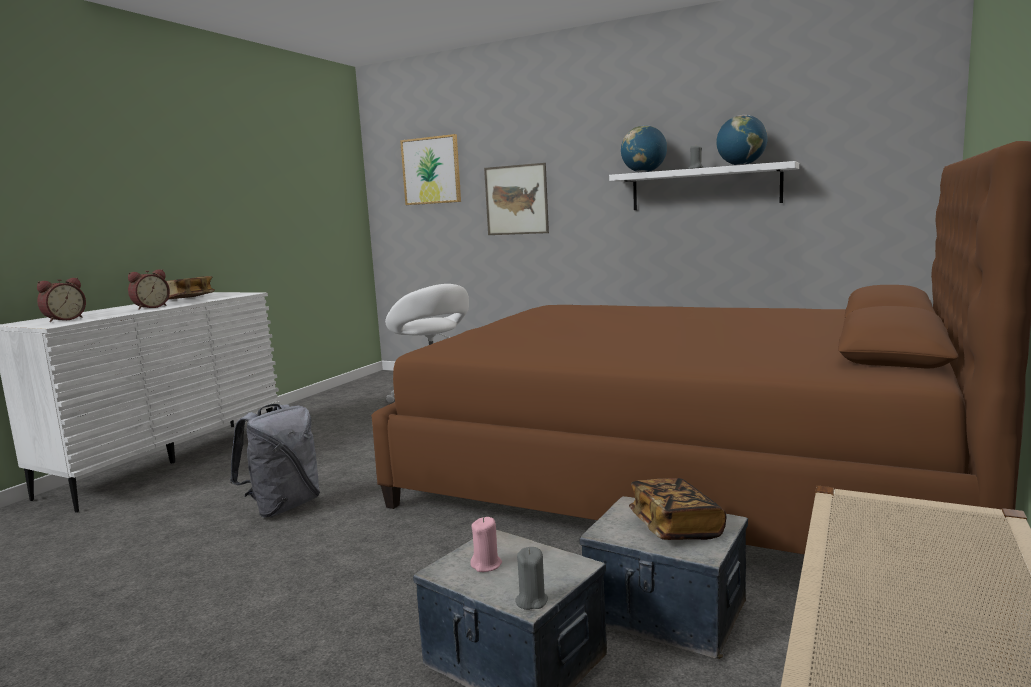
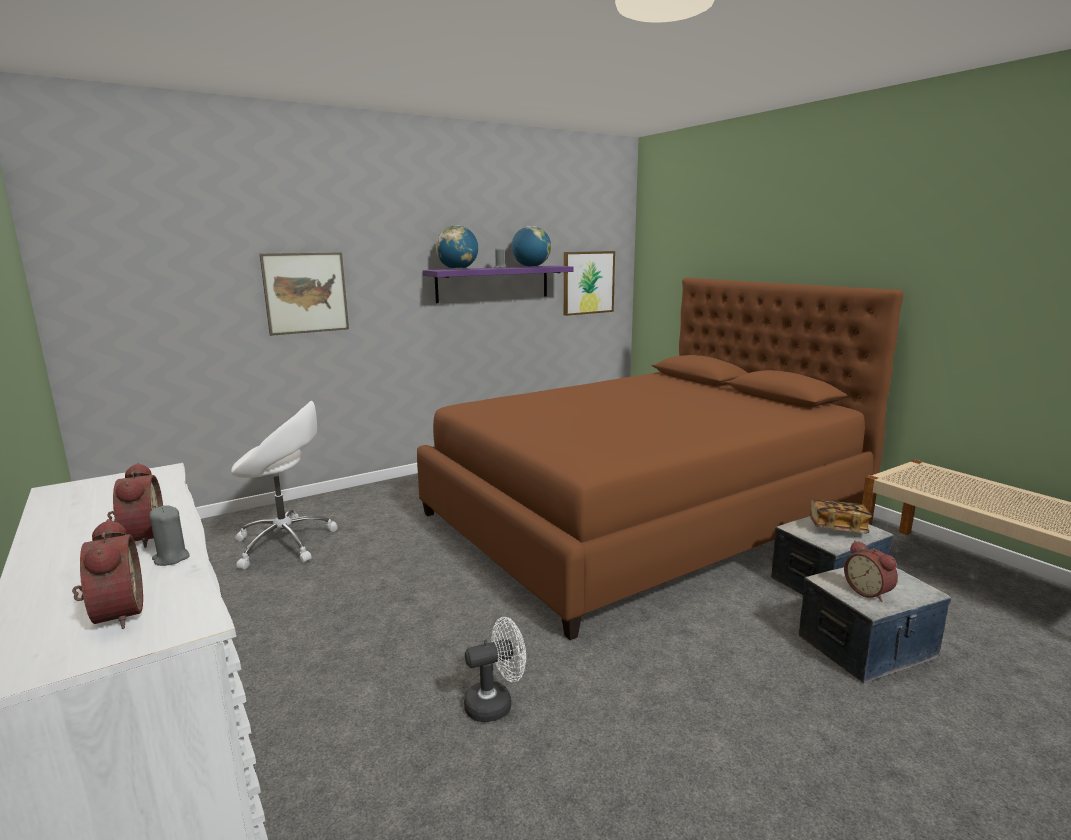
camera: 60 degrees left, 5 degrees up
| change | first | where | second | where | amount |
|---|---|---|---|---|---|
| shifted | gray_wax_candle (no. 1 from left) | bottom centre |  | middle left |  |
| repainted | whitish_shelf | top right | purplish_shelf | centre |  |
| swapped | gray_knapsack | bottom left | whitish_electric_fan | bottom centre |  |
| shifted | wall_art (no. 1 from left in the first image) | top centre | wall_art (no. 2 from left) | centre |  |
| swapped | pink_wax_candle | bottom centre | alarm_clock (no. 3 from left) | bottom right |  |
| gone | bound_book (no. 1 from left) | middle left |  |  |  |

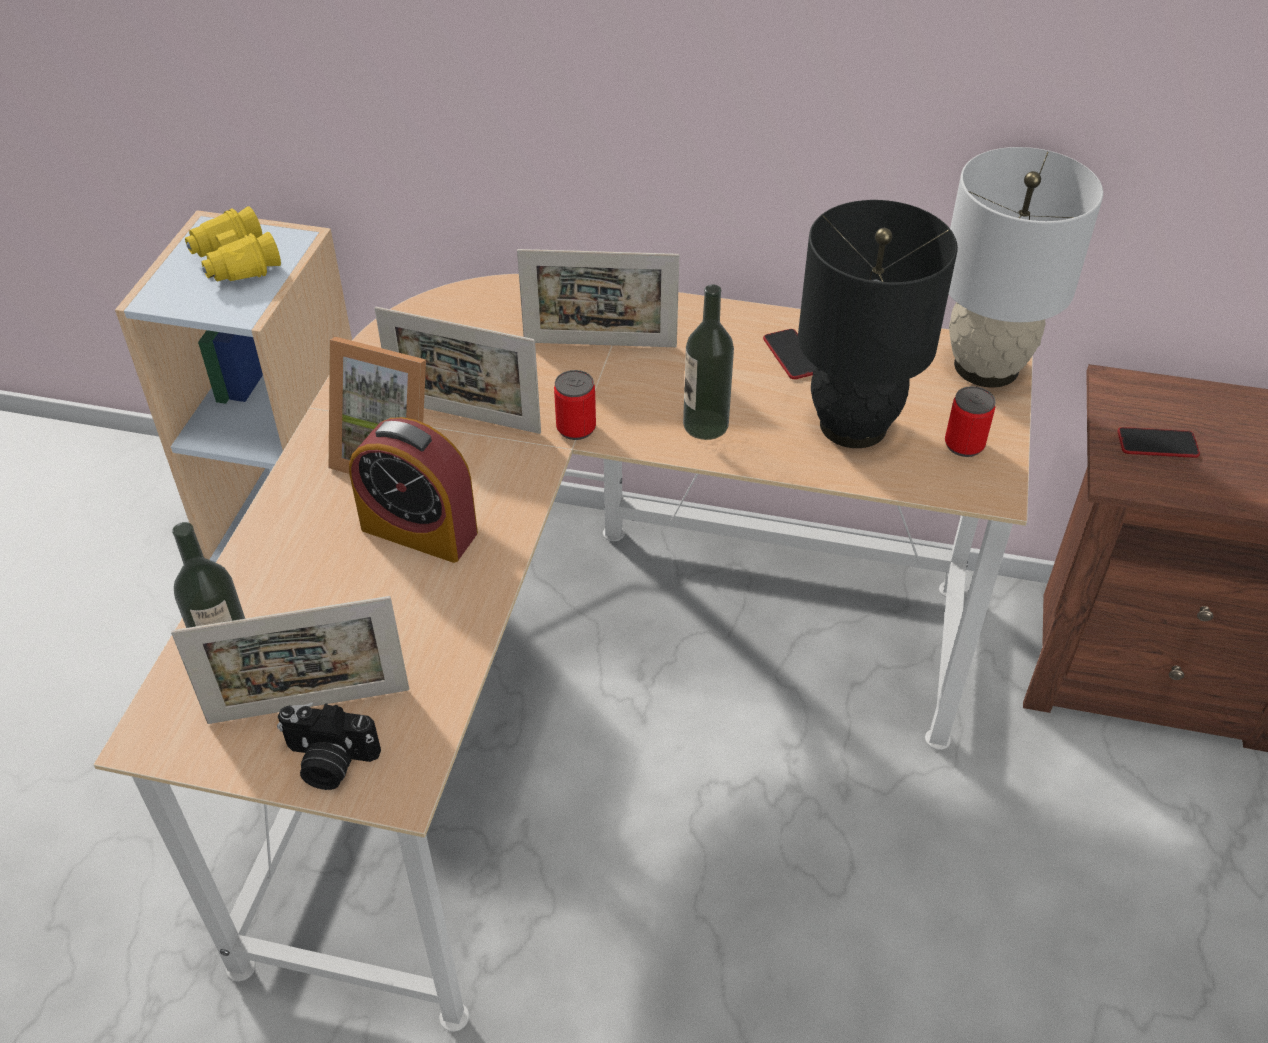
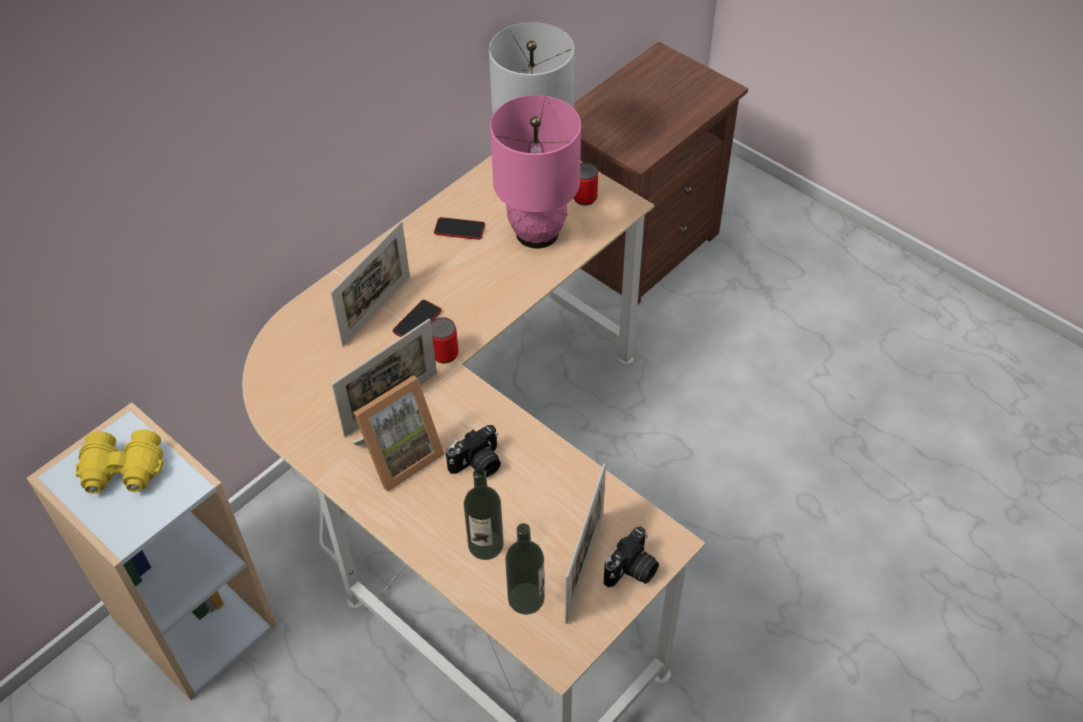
camera: 60 degrees left, 5 degrees up
| change | first | where | second | where | amount |
|---|---|---|---|---|---|
| shifted | handset (no. 2 from left in the first image) | middle right | handset (no. 1 from left) | centre |  |
| swapped | alarm_clock | middle left | still_camera (no. 1 from left) | centre |  |
| shifted | drink_bottle (no. 2 from left in the first image) | centre | drink_bottle (no. 1 from left) | bottom centre |  |
| repainted | blackish_table_lamp | top right | pink_table_lamp | top centre |  |

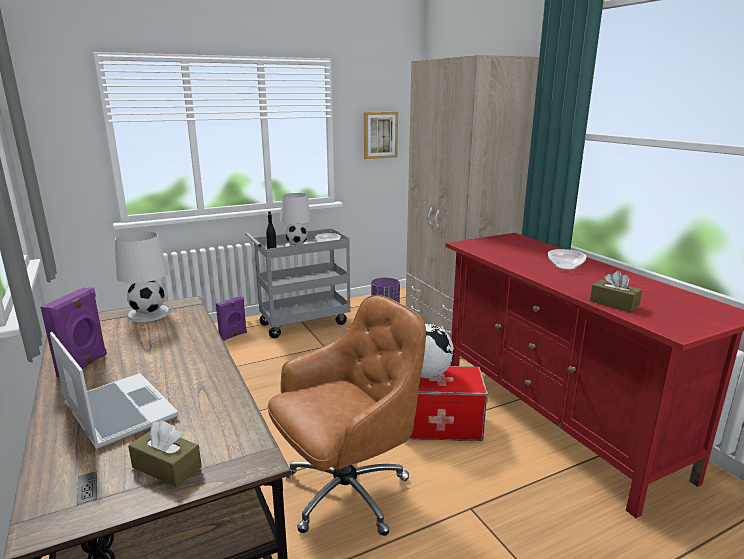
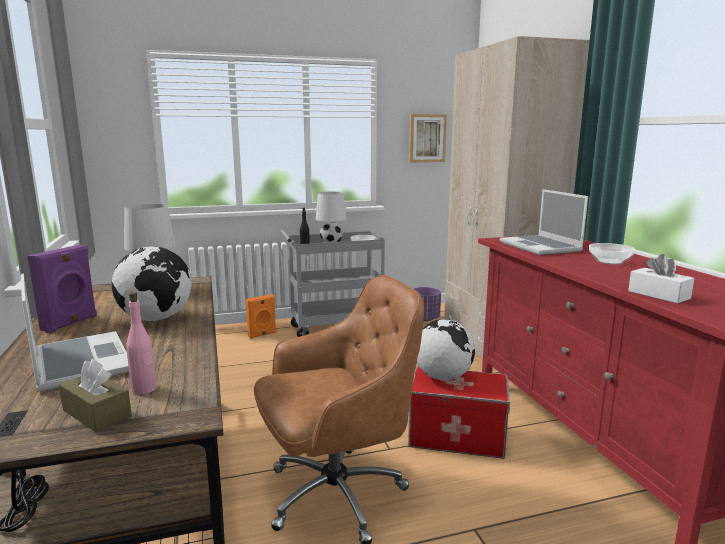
camera: 10 degrees right, 5 degrees down
| change | first | where | second | where | amount |
|---|---|---|---|---|---|
| new |  |  | world_globe (no. 1 from left) | middle left |  |
| new |  |  | pink_drink_bottle | middle left |  |
| repainted | purplish_audio_speaker (no. 2 from left) | middle left | orange_audio_speaker | centre |  |
| new |  |  | notebook_computer (no. 2 from left) | middle right |  |
| repainted | brown_tissue_holder (no. 2 from left) | middle right | whitish_tissue_holder | middle right |  |

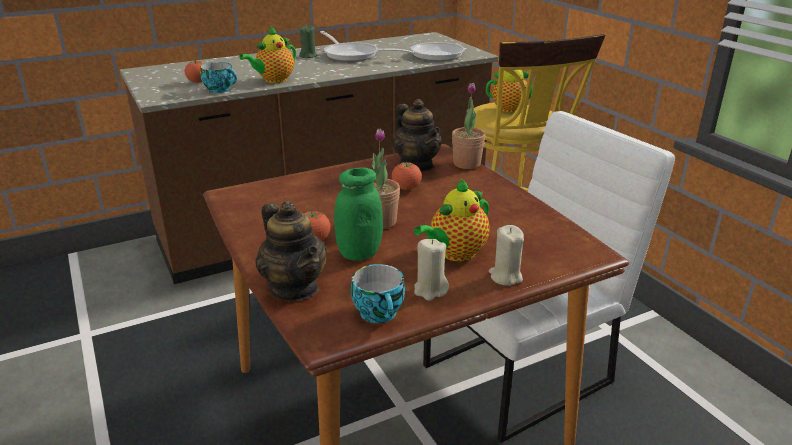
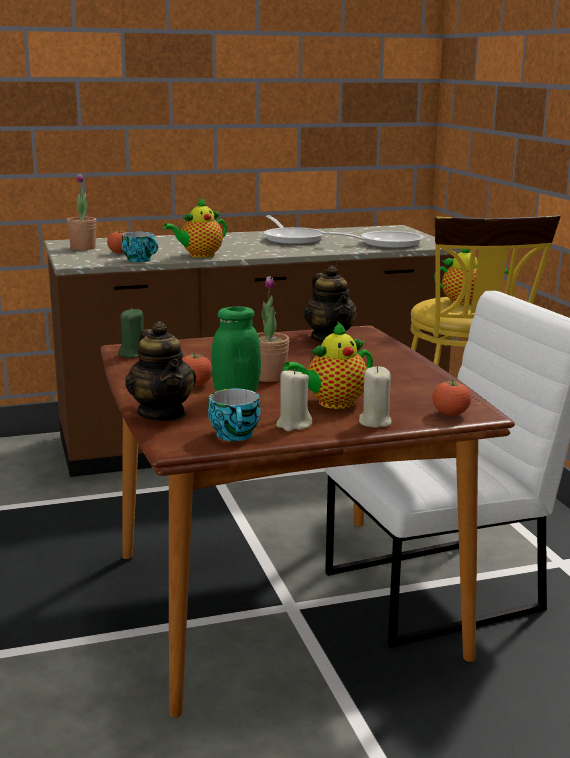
camera: 10 degrees right, 10 degrees down
| change | first | where | second | where | amount |
|---|---|---|---|---|---|
| shifted | potted_plant (no. 2 from left in the first image) | top centre | potted_plant (no. 1 from left) | top left |  |
| shifted | green_wax_candle | top centre |  | middle left |  |
| shifted | whole_tomato (no. 3 from left) | centre |  | middle right |  |

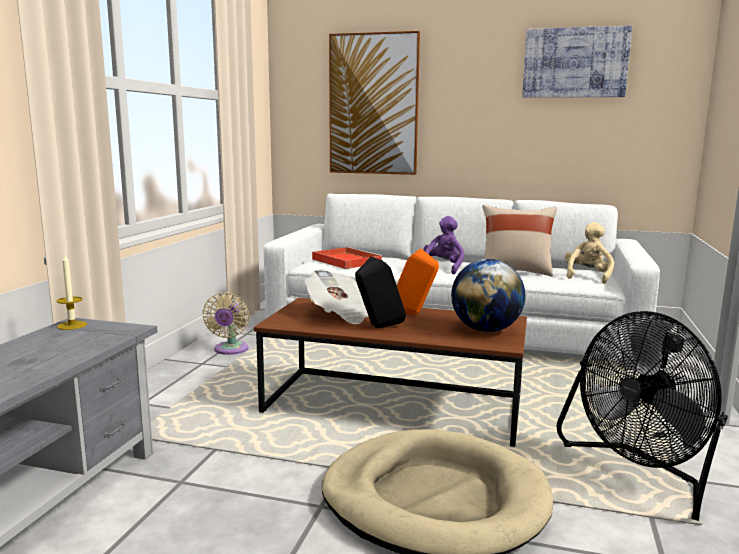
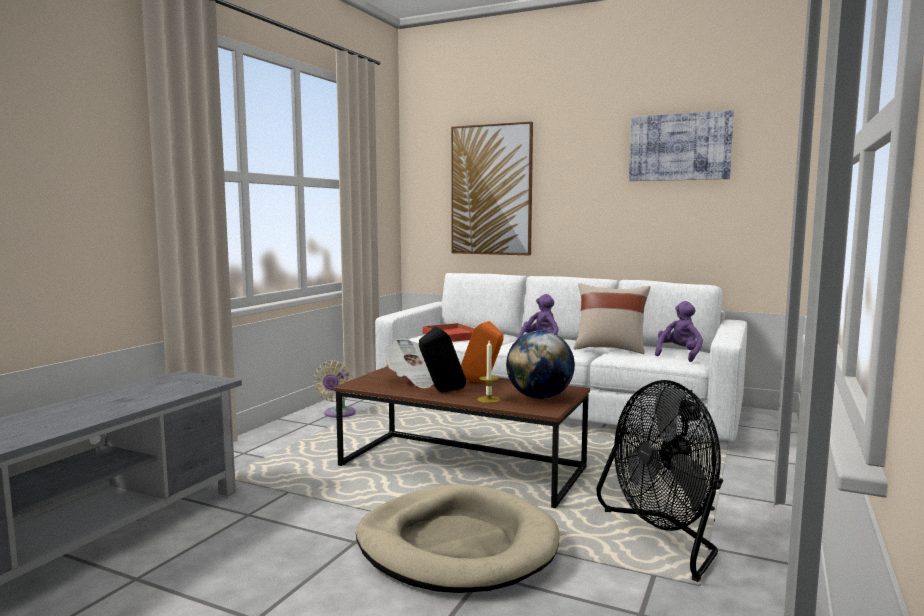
camera: 10 degrees right, 5 degrees down
| change | first | where | second | where | amount |
|---|---|---|---|---|---|
| shifted | wax_candle | middle left |  | centre |  |
| repainted | sand-coloured_plush_toy | middle right | purplish_plush_toy (no. 2 from left) | middle right |  |

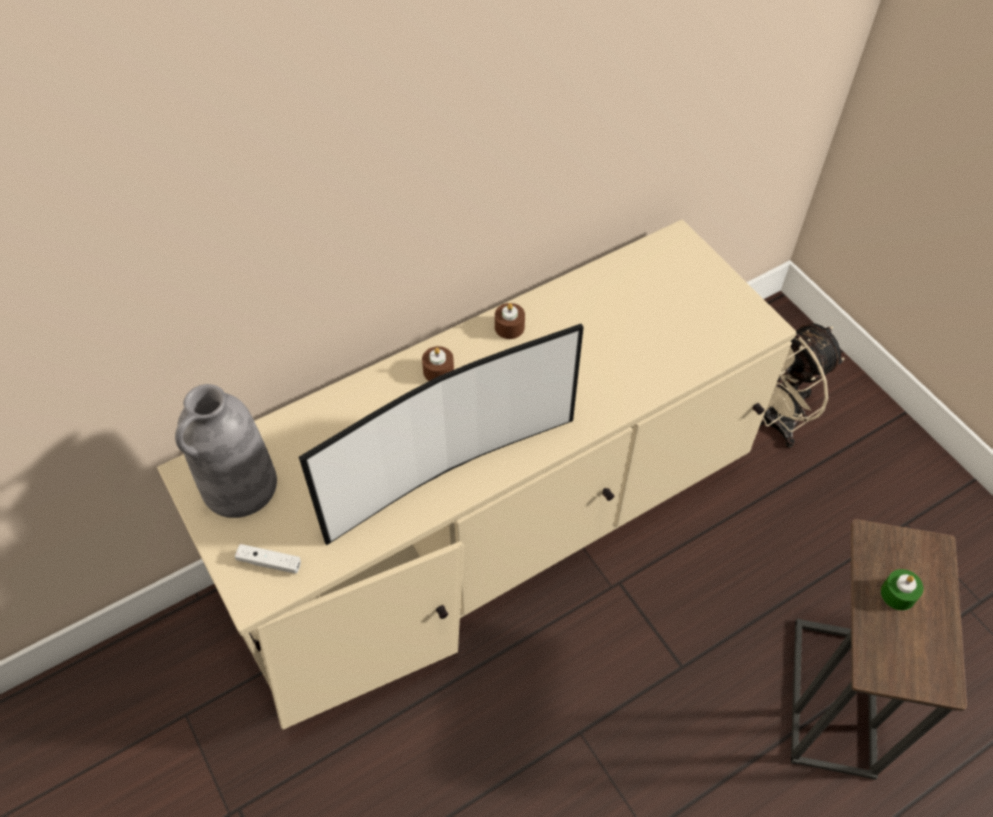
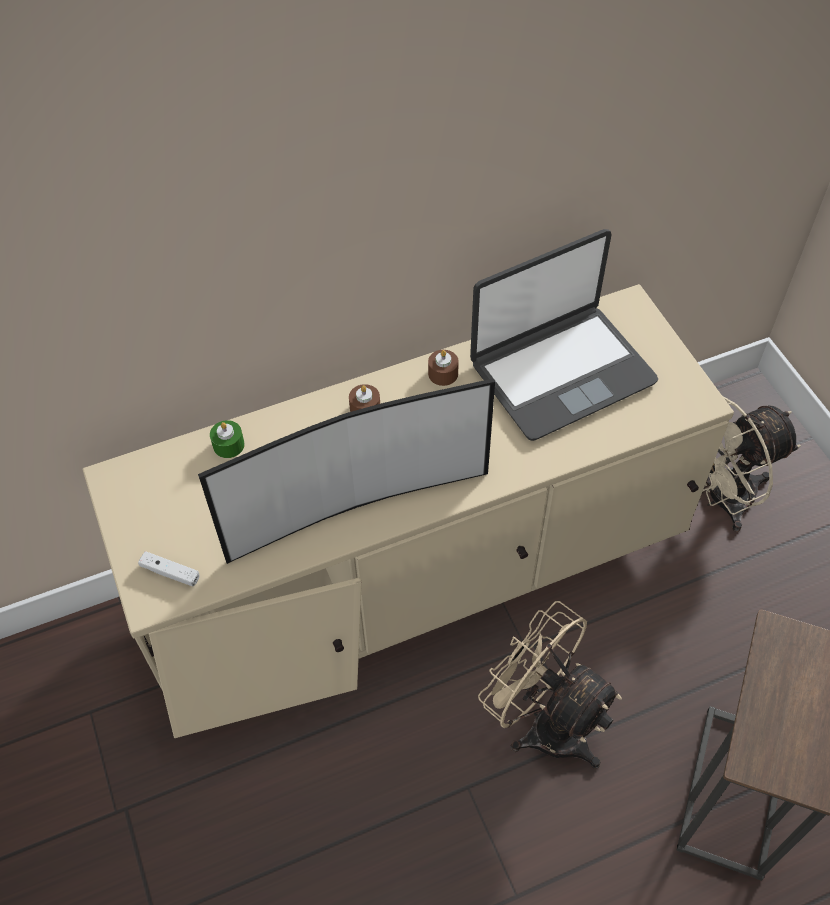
camera: 10 degrees right, 0 degrees up
| change | first | where | second | where | amount |
|---|---|---|---|---|---|
| shifted | green_wax_candle | bottom right |  | middle left |  |
| new |  |  | notebook_computer | middle right |  |
| new |  |  | sand-coloured_electric_fan (no. 1 from left) | bottom centre |  |
| gone | gray_decorative_vase | middle left |  |  |  |

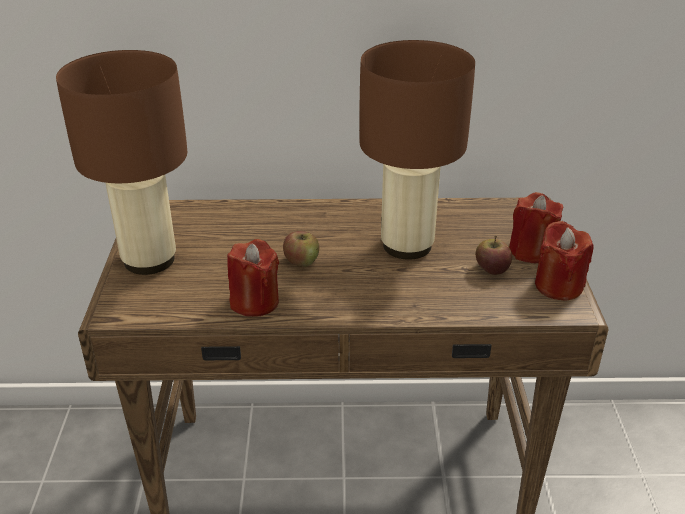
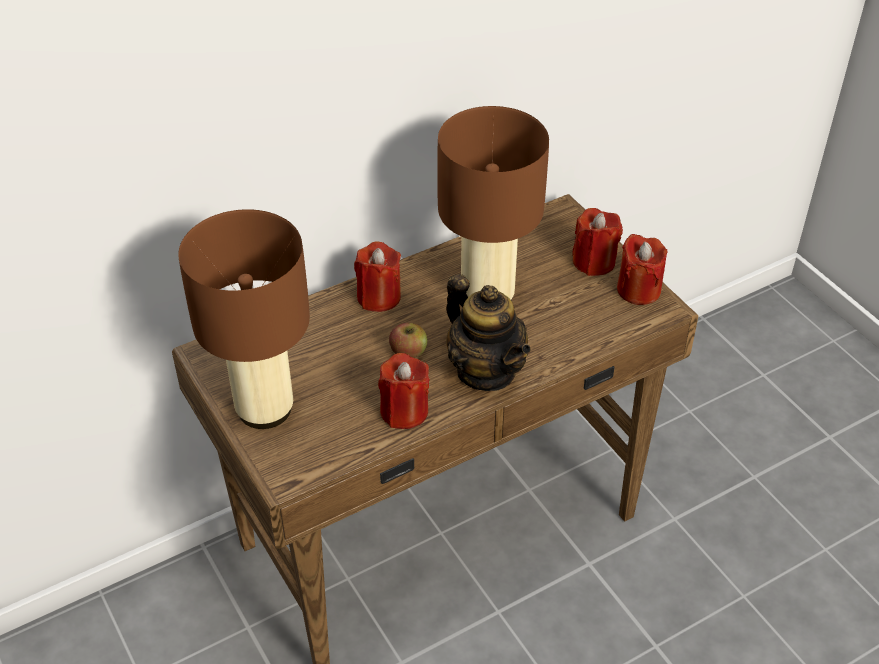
camera: 30 degrees left, 10 degrees up
| change | first | where | second | where | amount |
|---|---|---|---|---|---|
| new |  |  | red_wax_candle (no. 1 from left) | centre |  |
| new |  |  | teapot | centre |  |
| gone | whole_apple (no. 2 from left) | middle right |  |  |  |

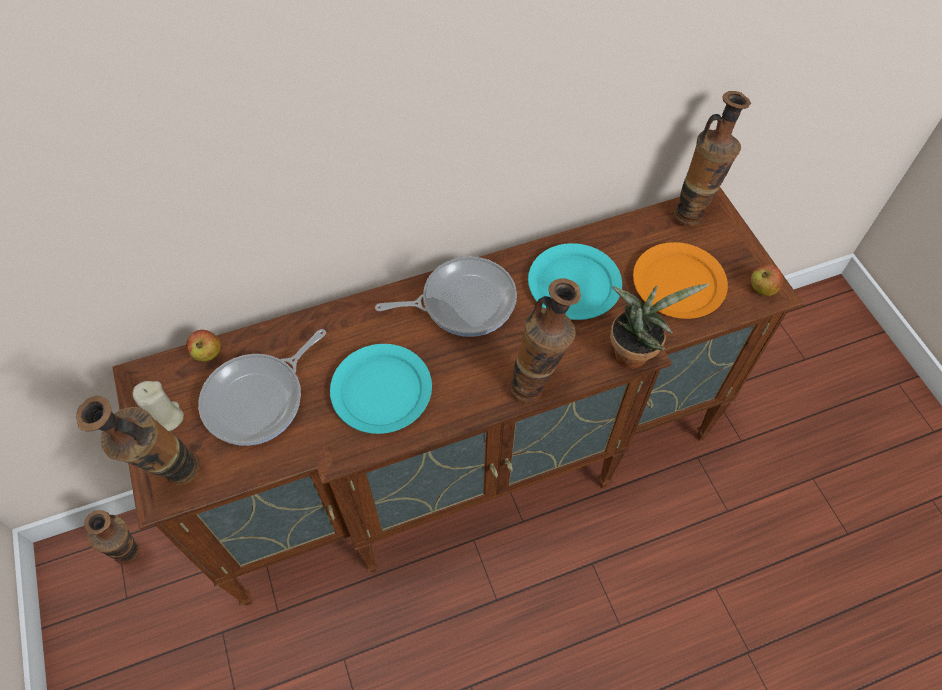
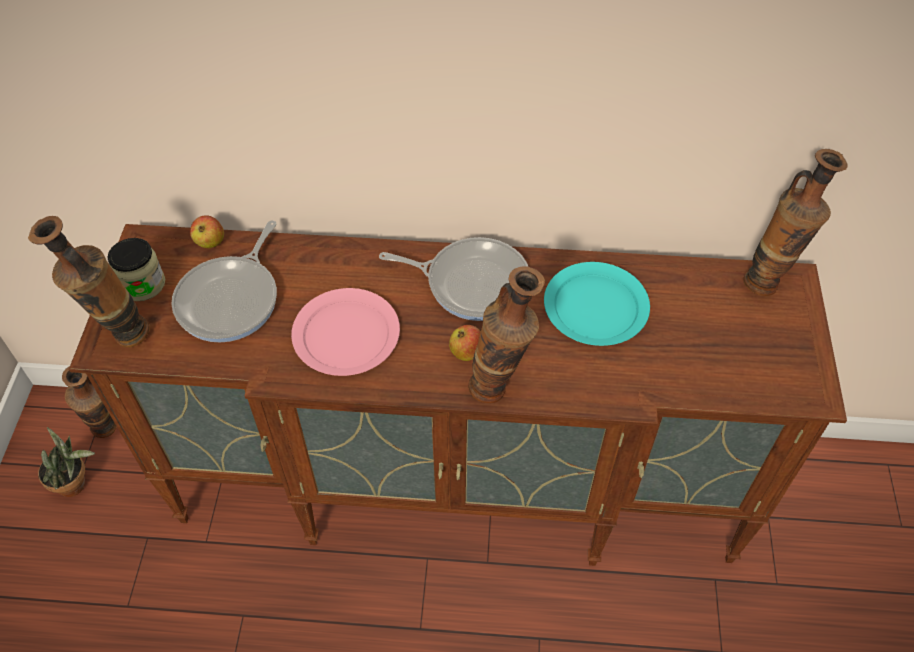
camera: 25 degrees right, 5 degrees down
| change | first | where | second | where | amount |
|---|---|---|---|---|---|
| shifted | potted_plant | middle right |  | bottom left |  |
| swapped | sand-coloured_wax_candle | middle left | preserve_jar | middle left |  |
| rotated | pan (no. 1 from left) | middle left |  | middle left | 45 degrees counterclockwise |
| repainted | turquoise-coloured_plate (no. 1 from left) | centre | pink_plate | centre |  |
| shifted | whole_apple (no. 2 from left) | middle right |  | centre |  |
| gone | orange_plate | middle right |  |  |  |

